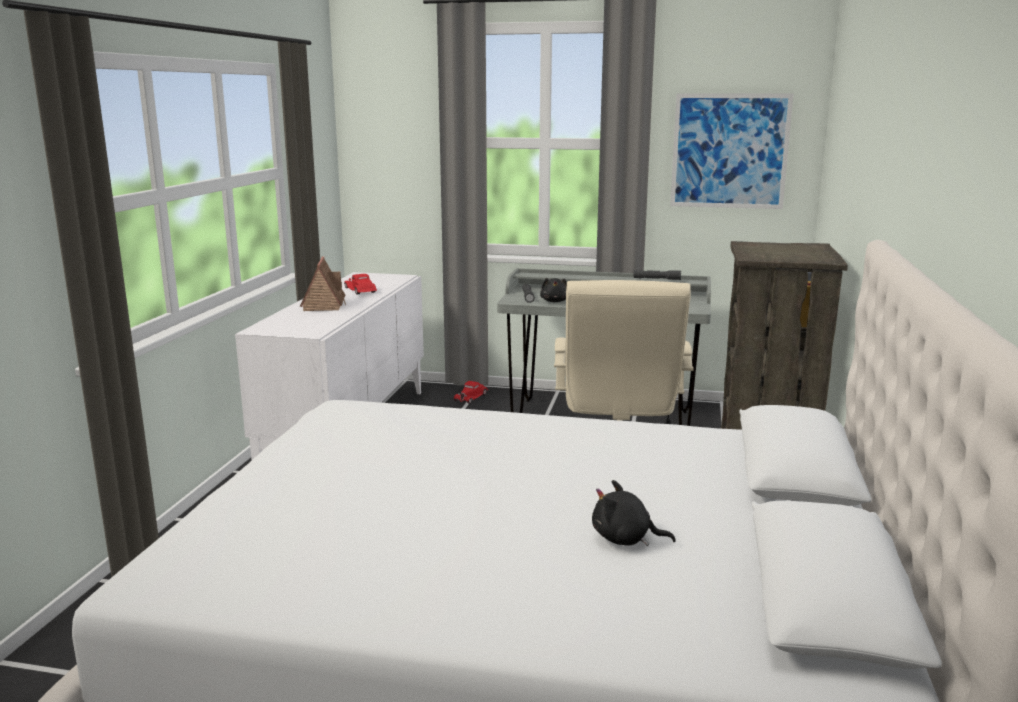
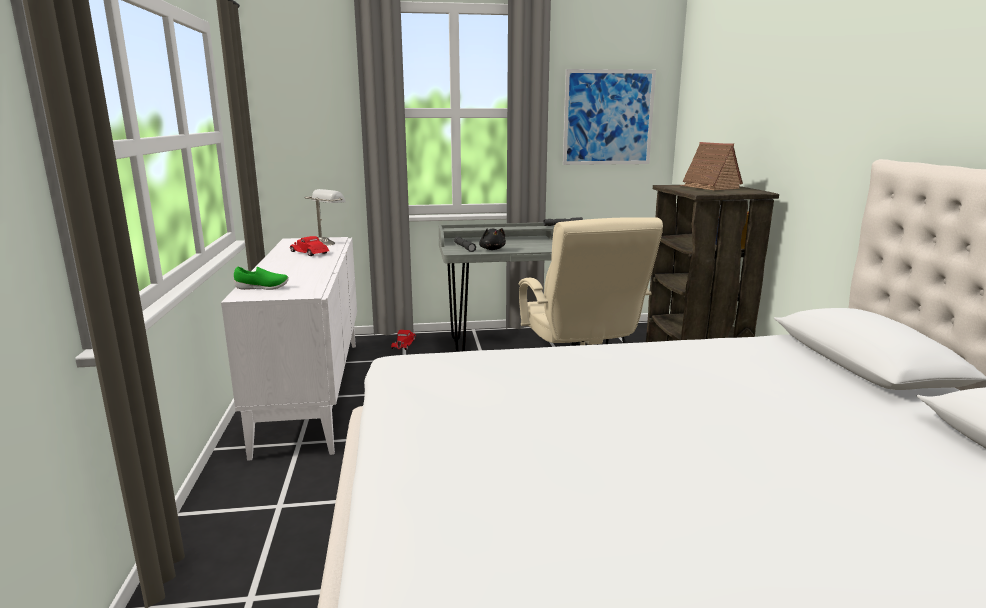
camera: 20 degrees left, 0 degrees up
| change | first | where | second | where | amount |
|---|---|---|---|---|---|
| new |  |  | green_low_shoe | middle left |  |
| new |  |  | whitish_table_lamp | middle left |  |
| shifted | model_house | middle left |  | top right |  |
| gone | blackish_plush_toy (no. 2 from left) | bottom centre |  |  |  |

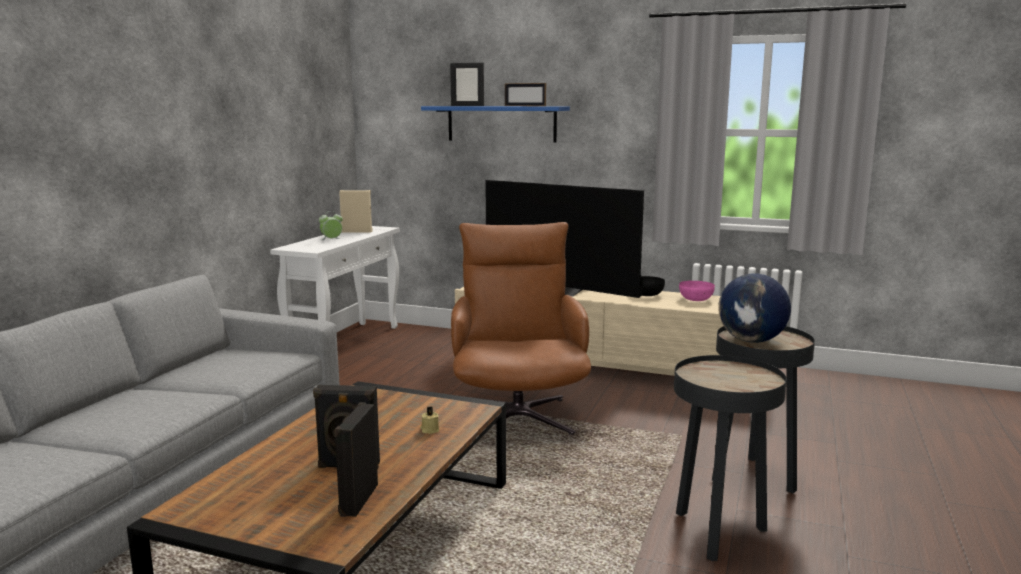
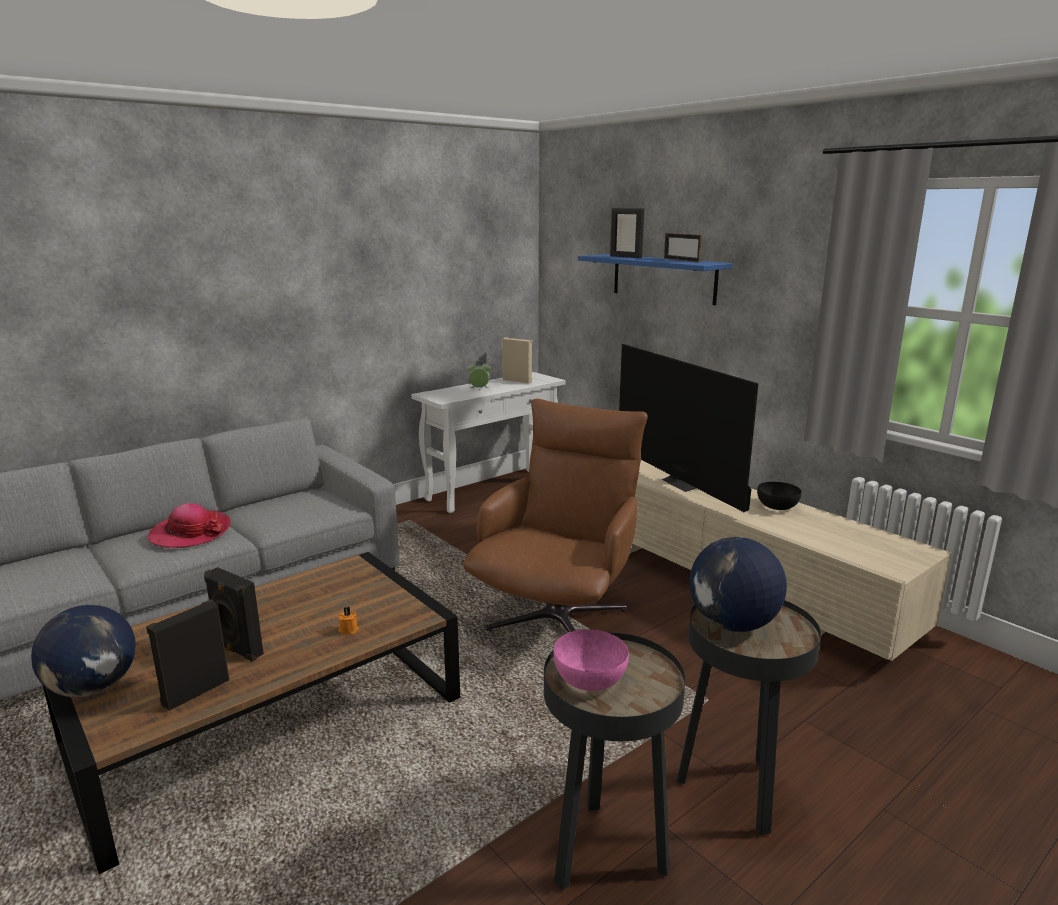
camera: 30 degrees right, 5 degrees up
| change | first | where | second | where | amount |
|---|---|---|---|---|---|
| new |  |  | world_globe (no. 1 from left) | bottom left |  |
| new |  |  | hat | middle left |  |
| repainted | sand-coloured_wax_candle | bottom centre | orange_wax_candle | bottom left |  |
| shifted | pink_serving_bowl | middle right |  | bottom centre |  |

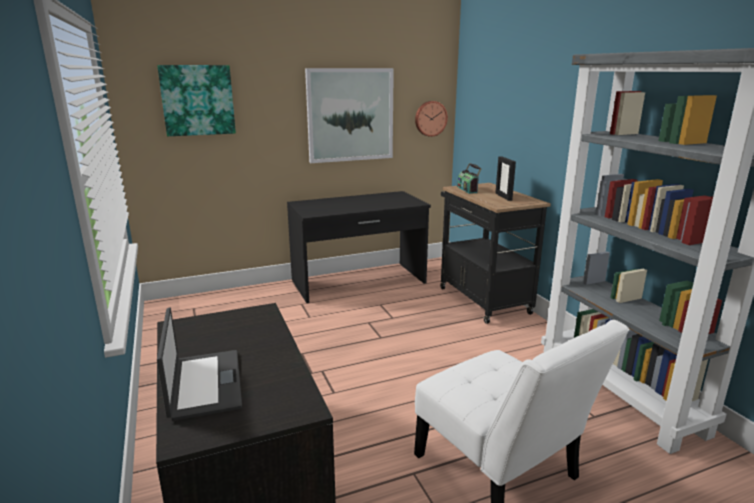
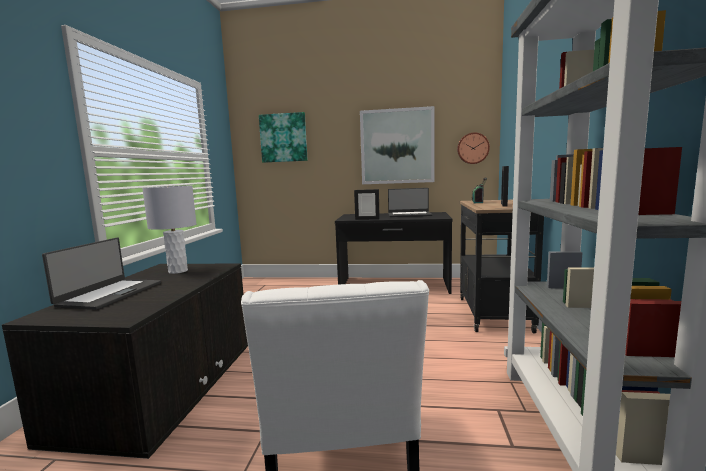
camera: 30 degrees right, 10 degrees down
| change | first | where | second | where | amount |
|---|---|---|---|---|---|
| new |  |  | gray_table_lamp | middle left |  |
| new |  |  | standing_frame (no. 1 from left) | centre |  |
| new |  |  | notebook_computer (no. 2 from left) | centre |  |

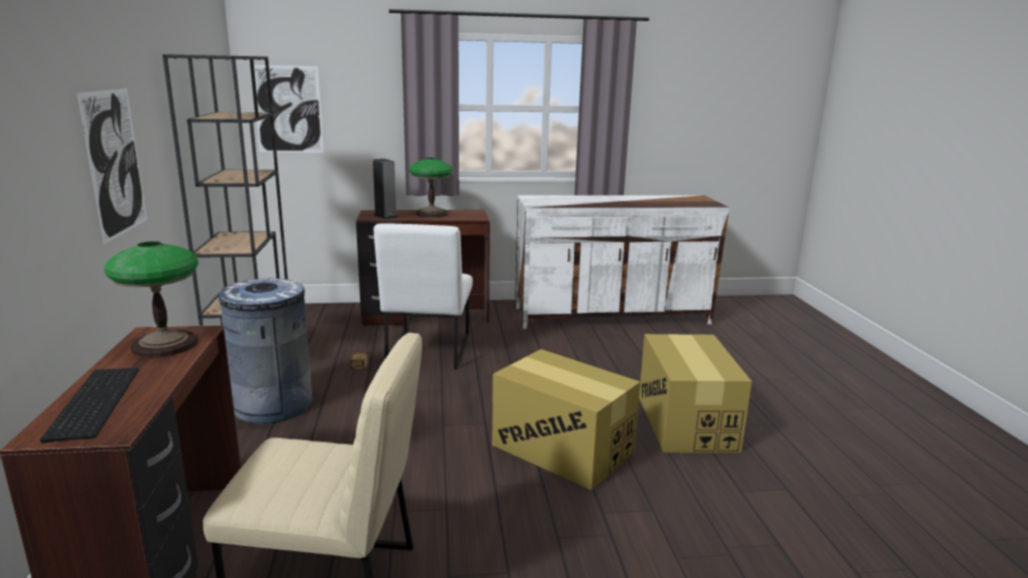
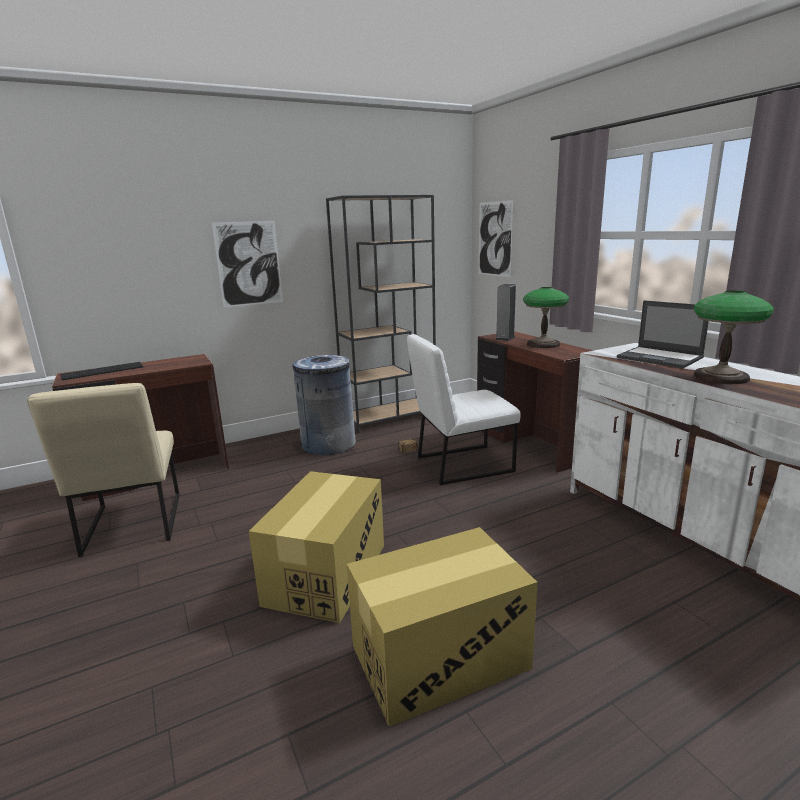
camera: 70 degrees right, 0 degrees up
| change | first | where | second | where | amount |
|---|---|---|---|---|---|
| new |  |  | notebook_computer | middle right |  |
| shifted | table_lamp (no. 1 from left in the first image) | middle left | table_lamp (no. 2 from left) | middle right |  |

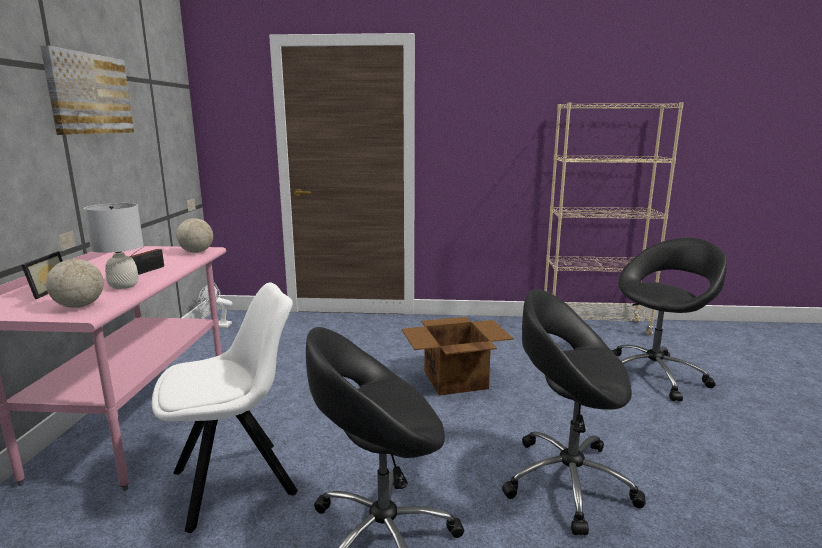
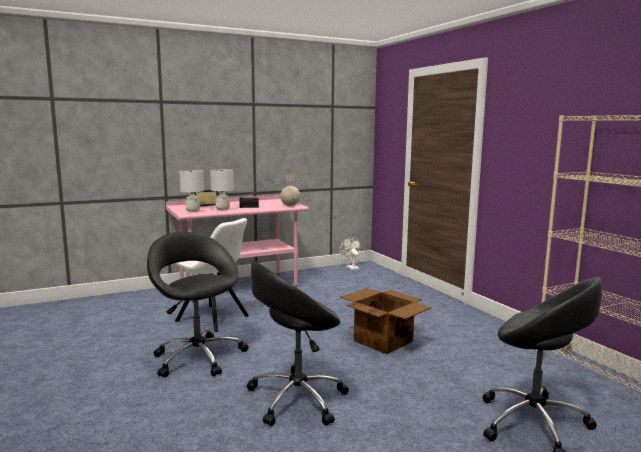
camera: 60 degrees right, 5 degrees down
| change | first | where | second | where | amount |
|---|---|---|---|---|---|
| swapped | world_globe (no. 1 from left) | middle left | gray_table_lamp (no. 1 from left) | middle left |  |
| rotated | blackish_office_chair (no. 2 from left) | bottom right |  | bottom centre | 105 degrees counterclockwise |
| gone | wall_art | top left |  |  |  |

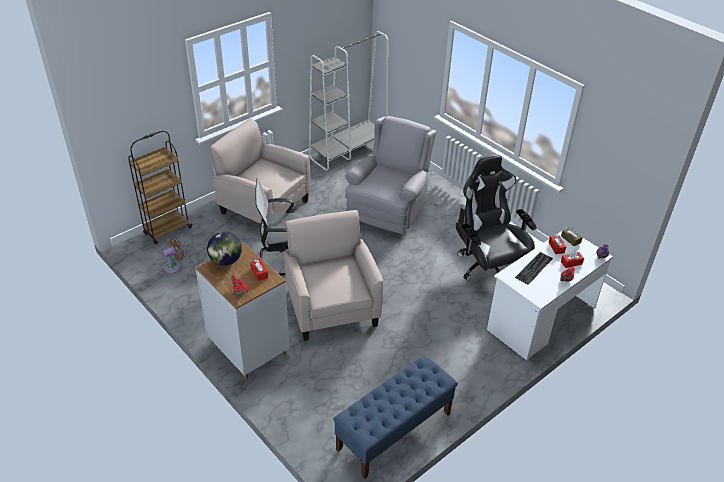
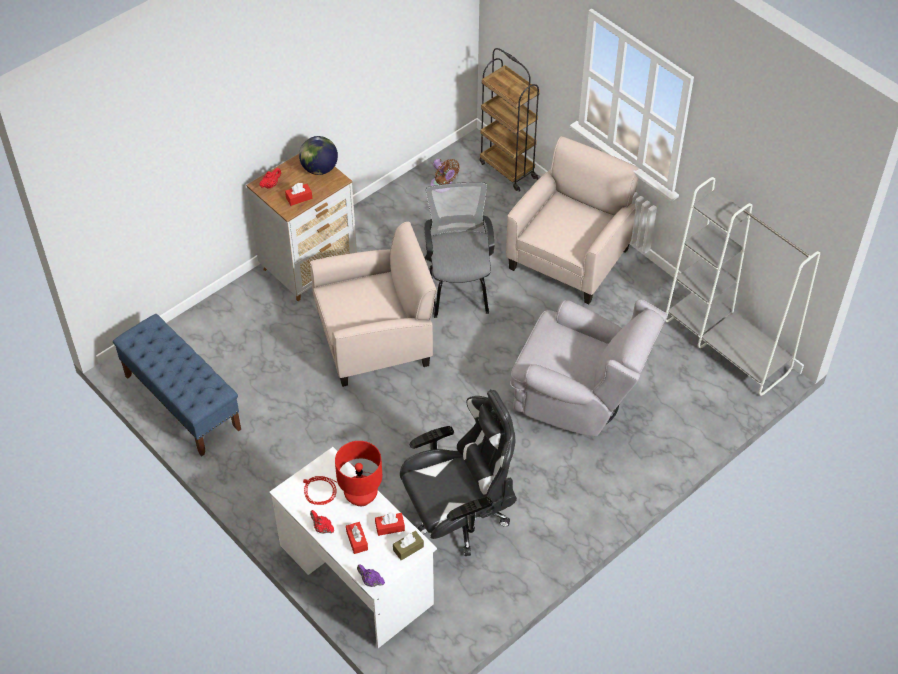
camera: 90 degrees right, 10 degrees up
| change | first | where | second | where | amount |
|---|---|---|---|---|---|
| swapped | computer_keyboard | middle right | red_table_lamp | bottom centre |  |

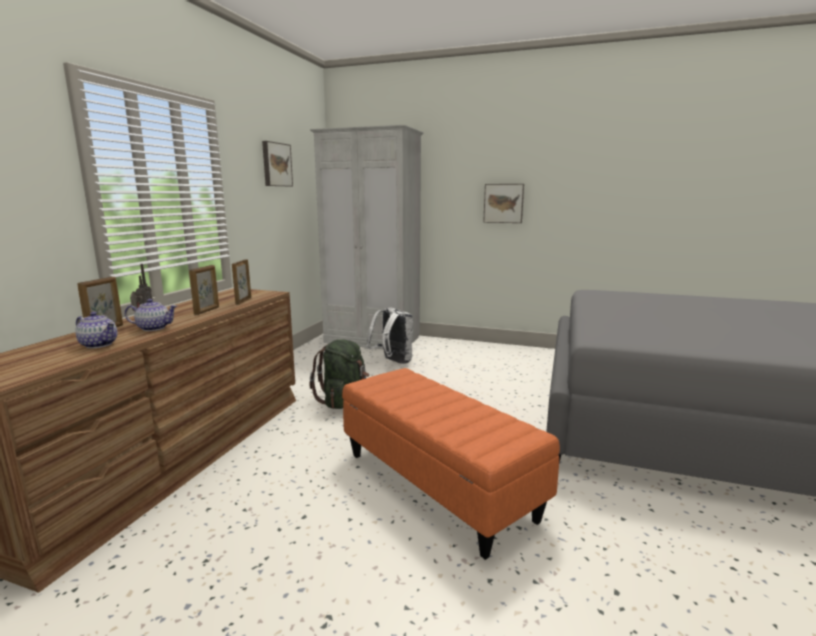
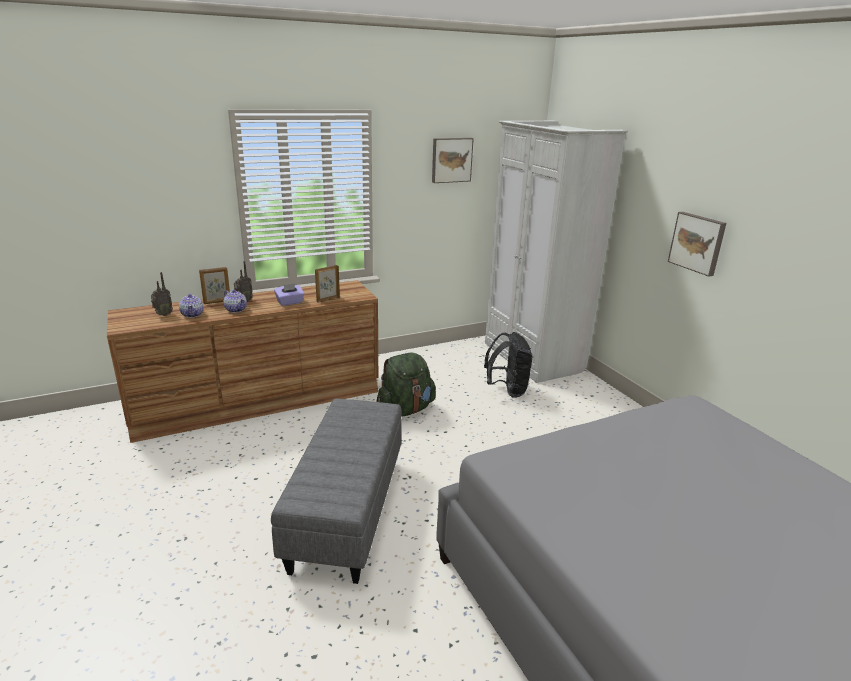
camera: 45 degrees right, 10 degrees up
| change | first | where | second | where | amount |
|---|---|---|---|---|---|
| new |  |  | radio_set (no. 1 from left) | middle left |  |
| repainted | orange_footrest | bottom centre | gray_footrest | bottom centre |  |
| swapped | standing_frame (no. 2 from left) | middle left | purplish_tissue_holder | centre |  |
| repainted | whitish_knapsack | centre | blackish_knapsack | centre |  |

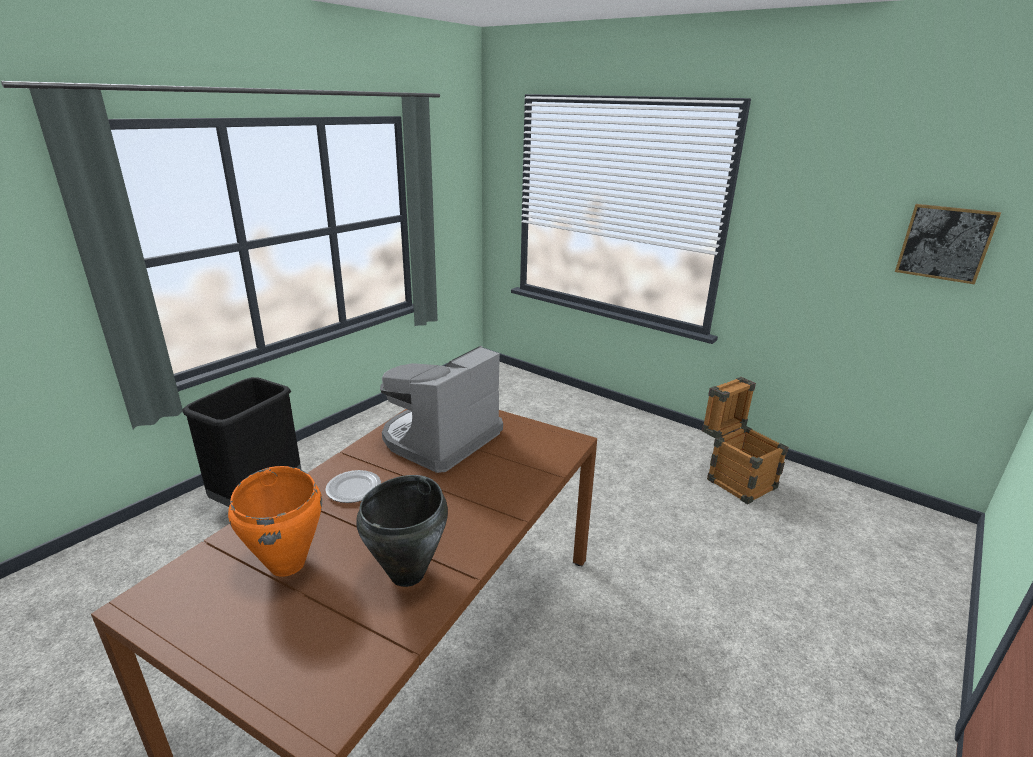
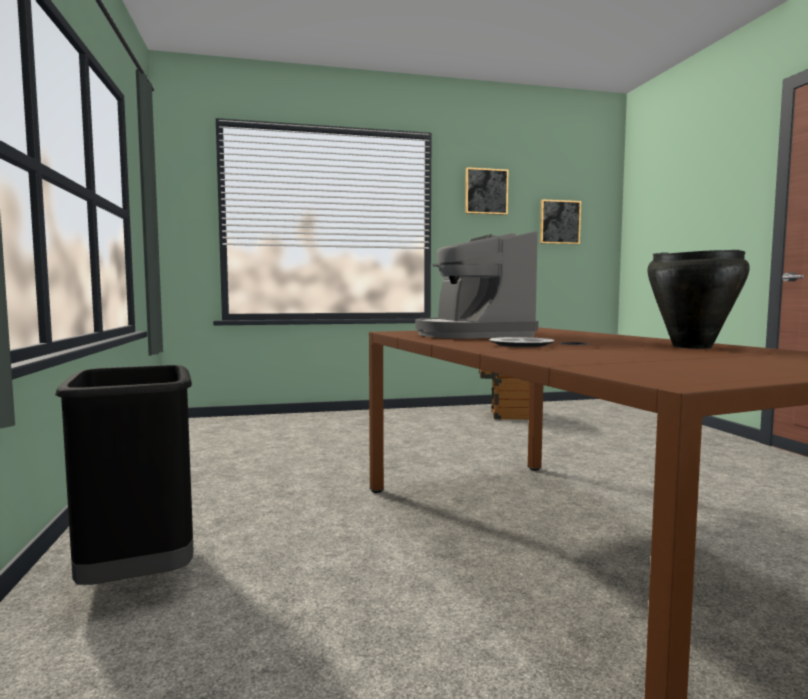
camera: 50 degrees left, 20 degrees down
| change | first | where | second | where | amount |
|---|---|---|---|---|---|
| new |  |  | wall_art (no. 1 from left) | top centre |  |
| gone | orange_cooking_pot | bottom left |  |  |  |

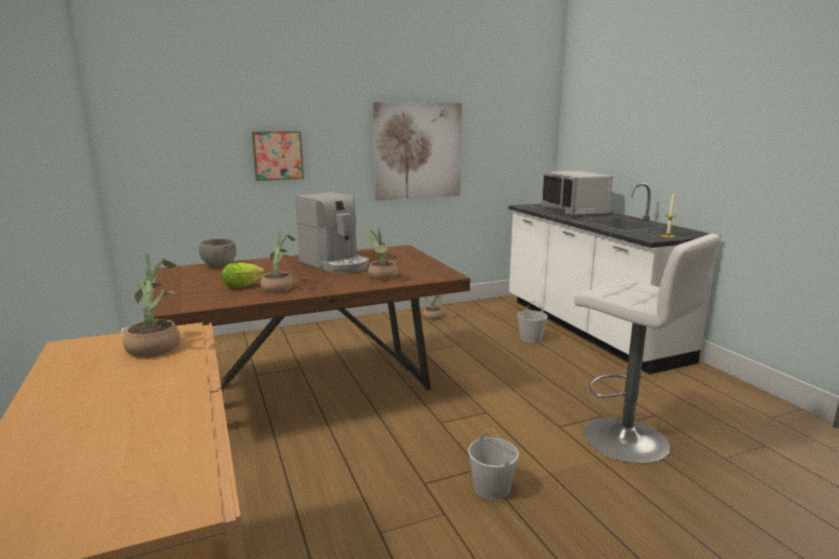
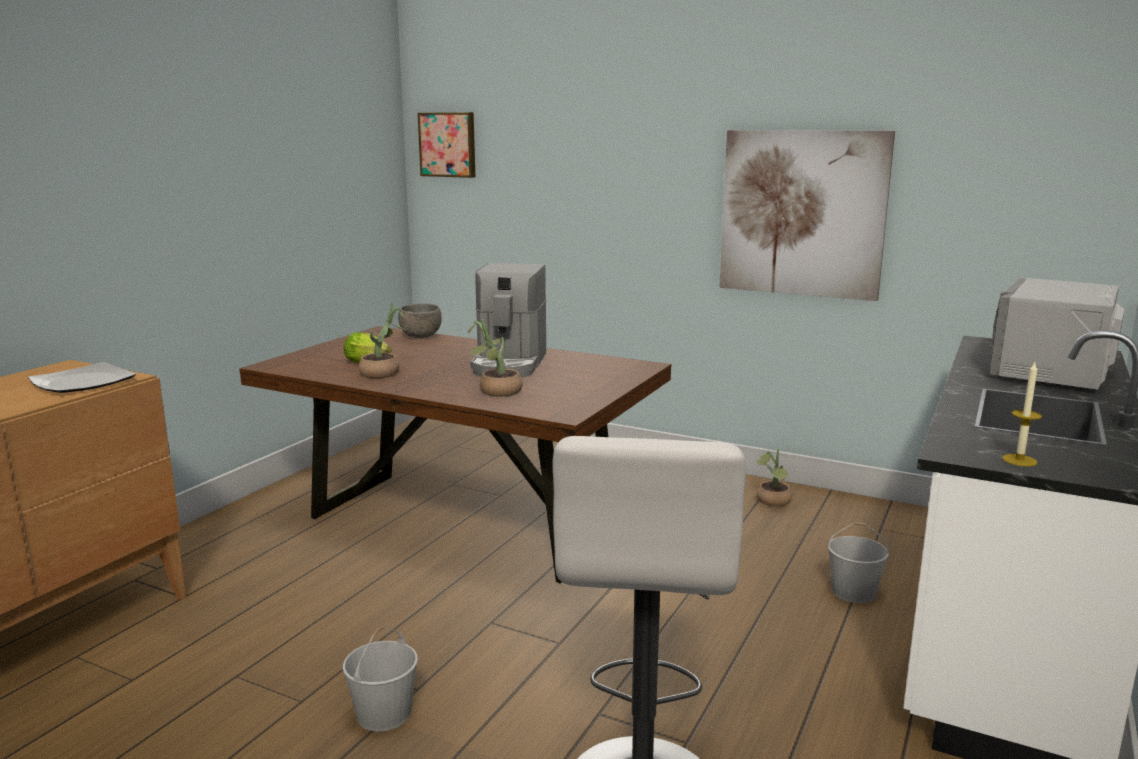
camera: 50 degrees right, 0 degrees up
| change | first | where | second | where | amount |
|---|---|---|---|---|---|
| swapped | potted_plant (no. 1 from left) | middle left | plate | middle left |  |
| shifted | wall_art (no. 1 from left) | top left |  | top centre |  |

